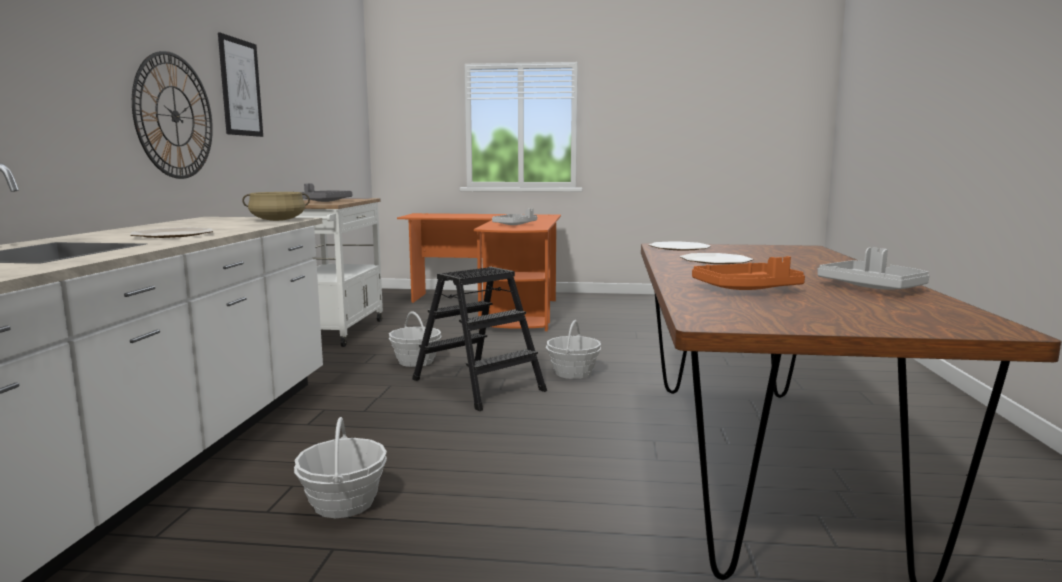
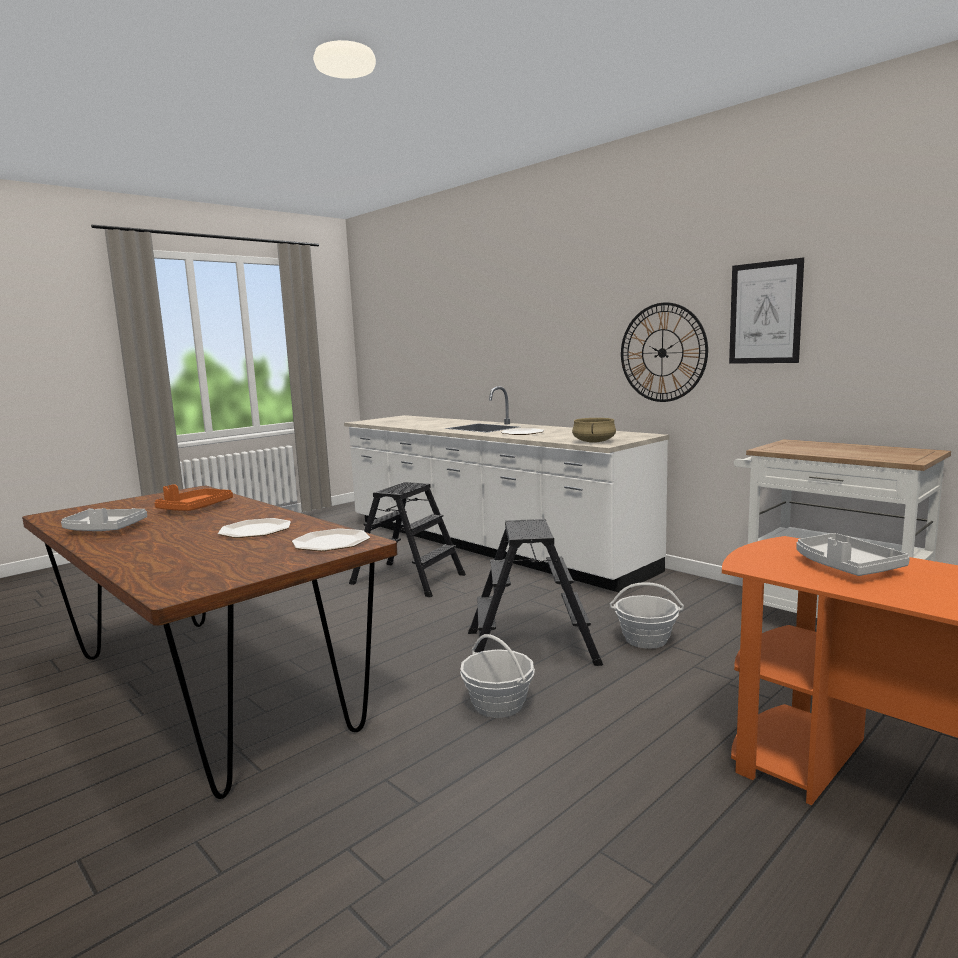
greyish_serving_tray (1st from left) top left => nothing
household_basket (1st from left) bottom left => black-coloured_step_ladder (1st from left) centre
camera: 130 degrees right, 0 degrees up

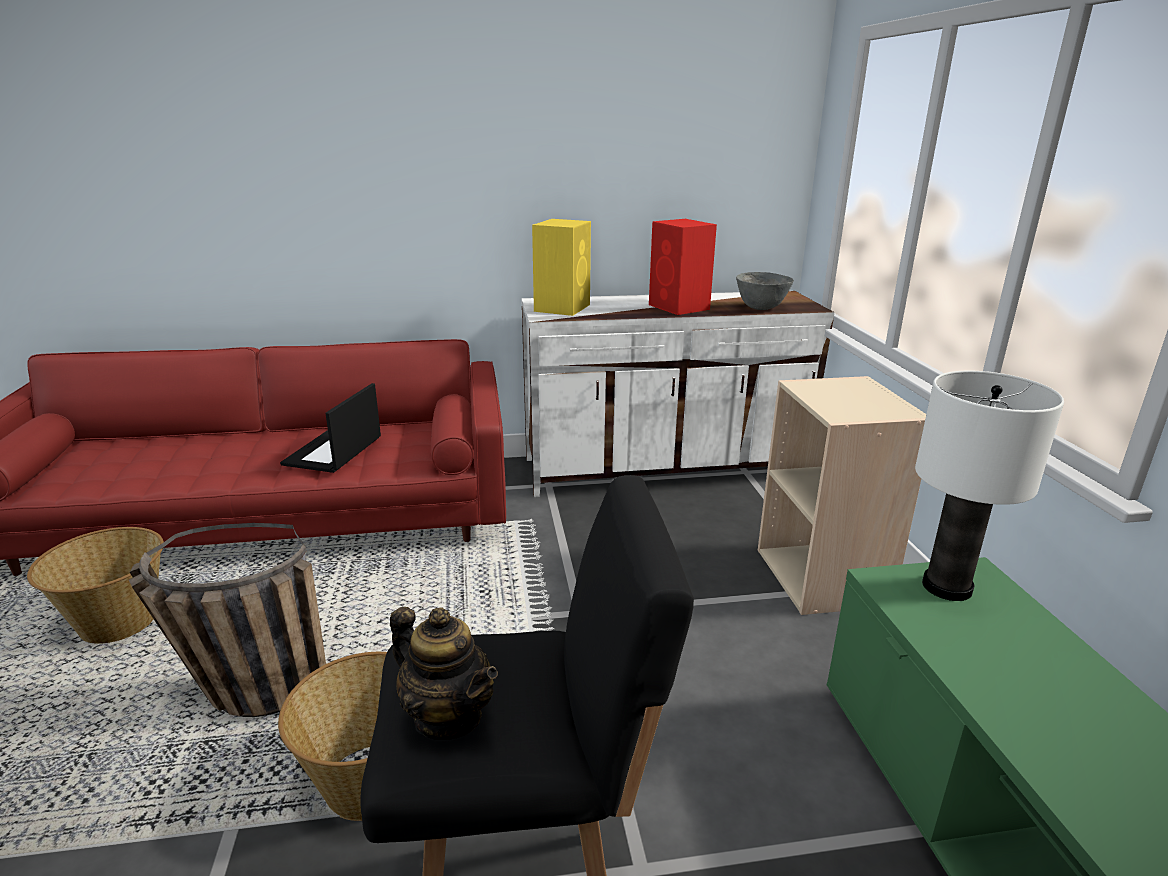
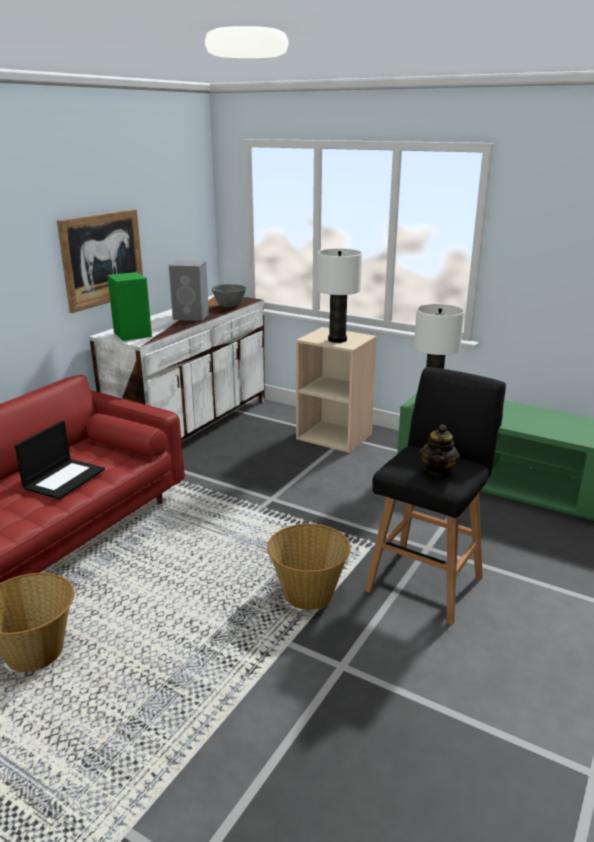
household_basket (2nd from left) bottom left => nothing
nothing => wall_art top left
nothing => white-coloured_tabletop_lamp (1st from left) centre
yellowish_audio_speaker top centre => green_audio_speaker middle left
red-coloured_audio_speaker top centre => greyish_audio_speaker middle left
laptop middle left, 120 degrees counterclockwise
pot_for_tea bottom centre => pot_for_tea middle right, 120 degrees clockwise
camera: 50 degrees left, 0 degrees up

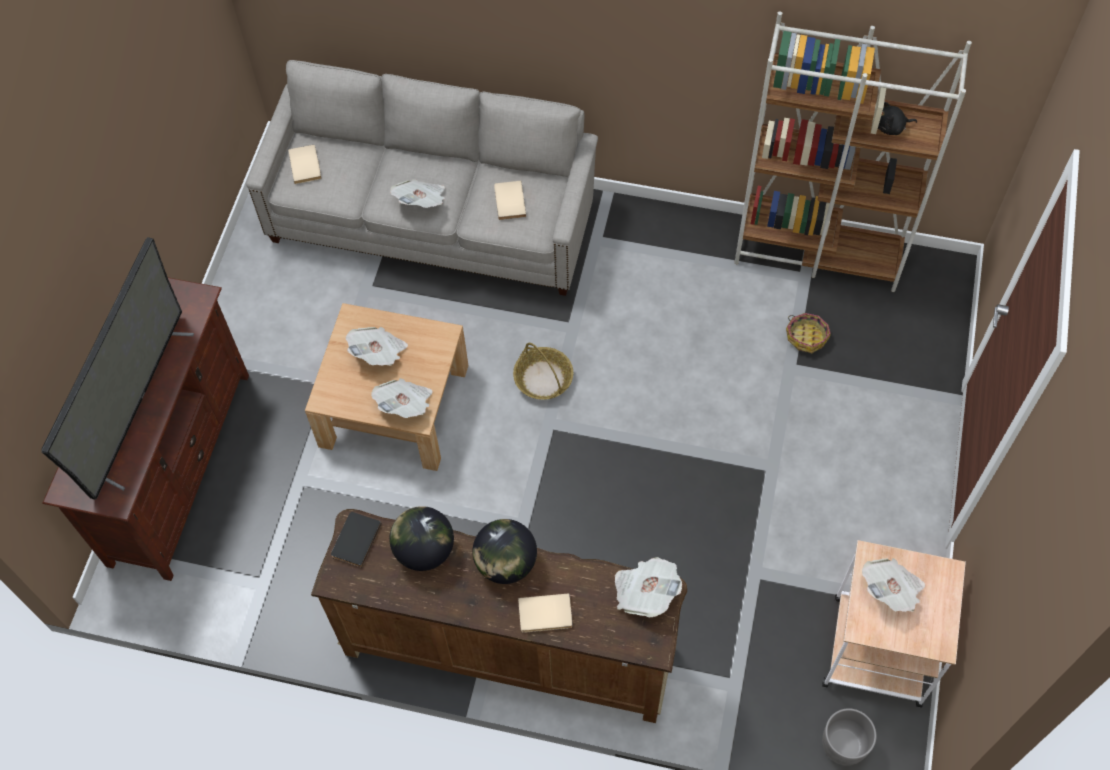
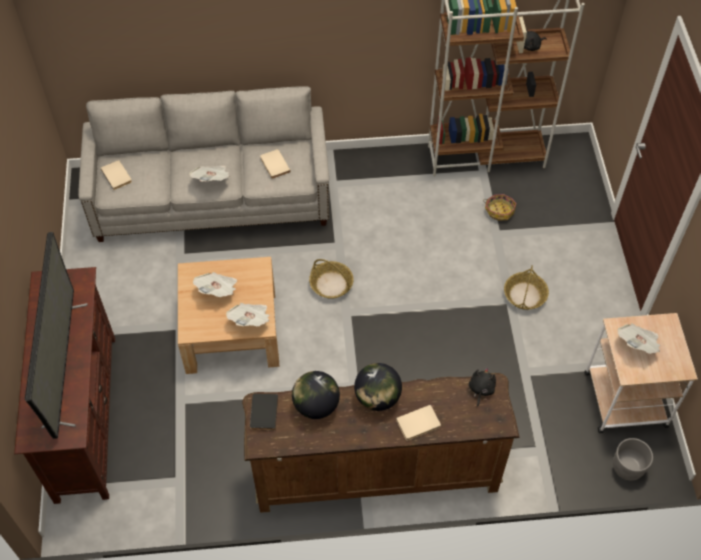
nothing => household_basket (3rd from left) middle right
daily_paper (4th from left) bottom centre => black-coloured_plush_toy (1st from left) bottom right
camera: 20 degrees left, 5 degrees down

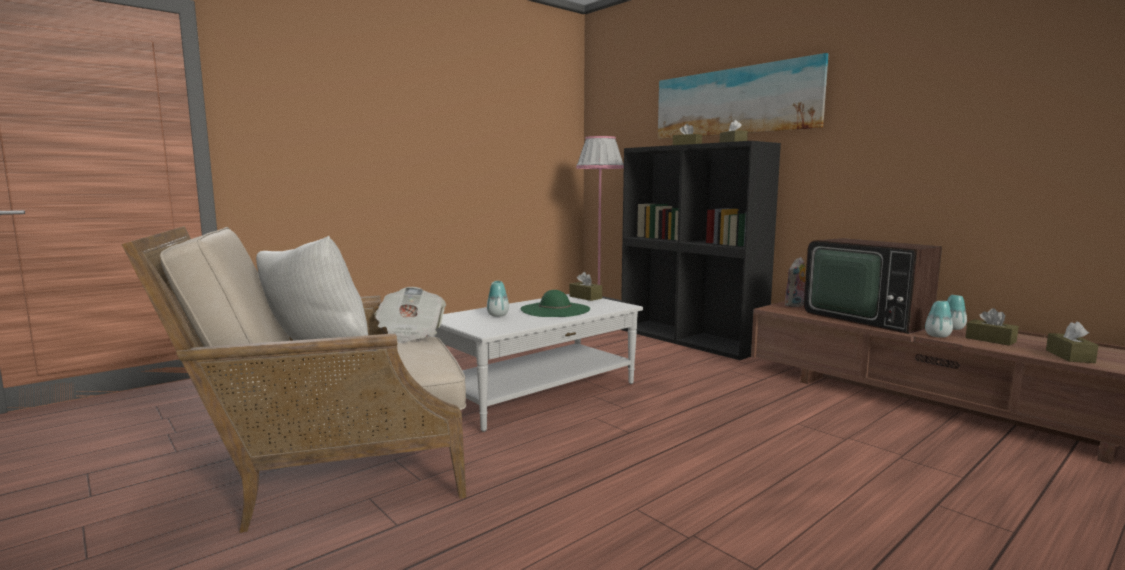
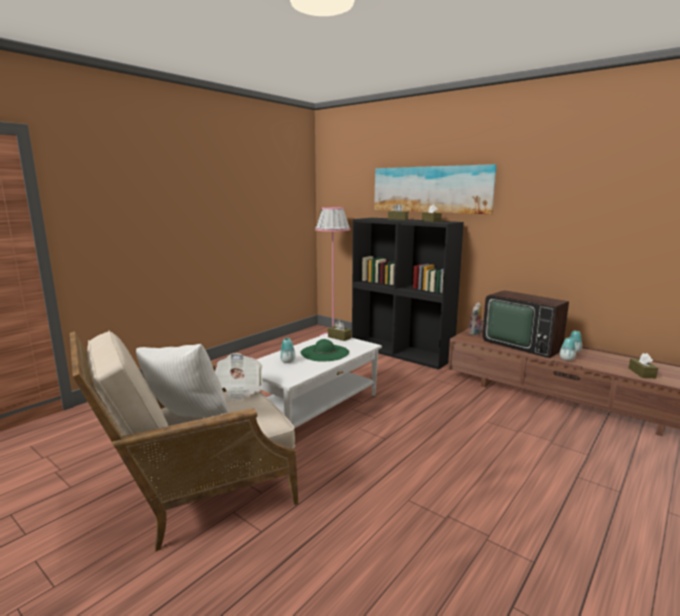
brown_tissue_box (4th from left) middle right => nothing
camera: 10 degrees left, 5 degrees up

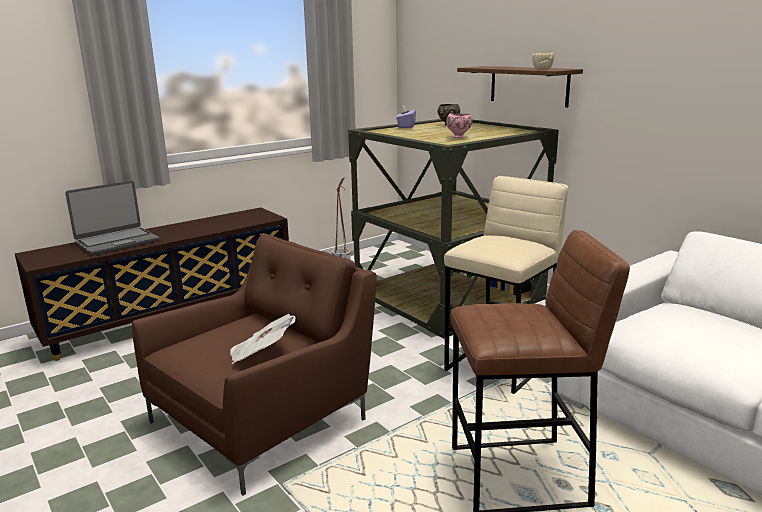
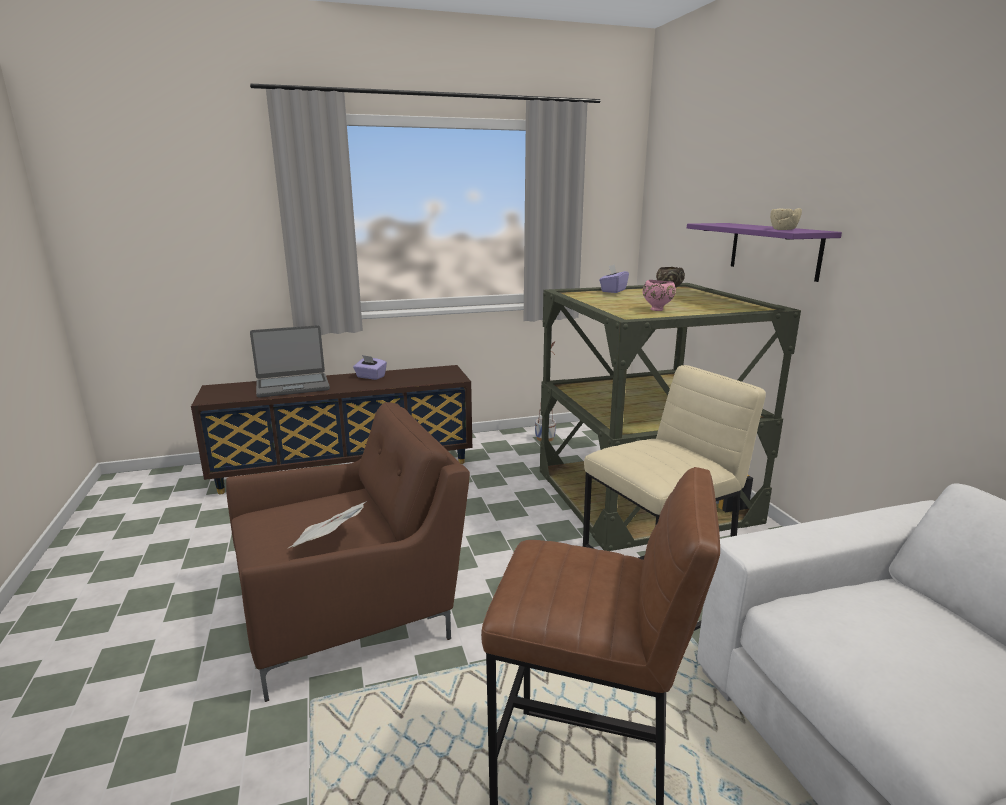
nothing => purple-coloured_tissue_box (1st from left) centre
brown_bracket_shelf top right => purple-coloured_bracket_shelf top right
camera: 20 degrees right, 0 degrees up

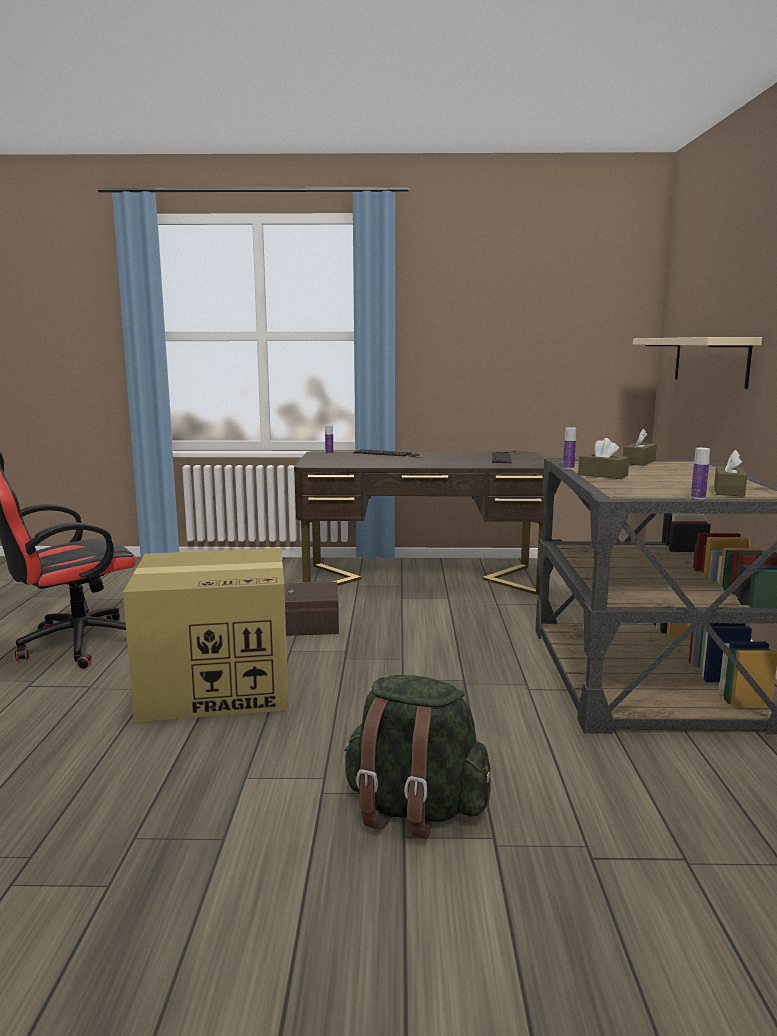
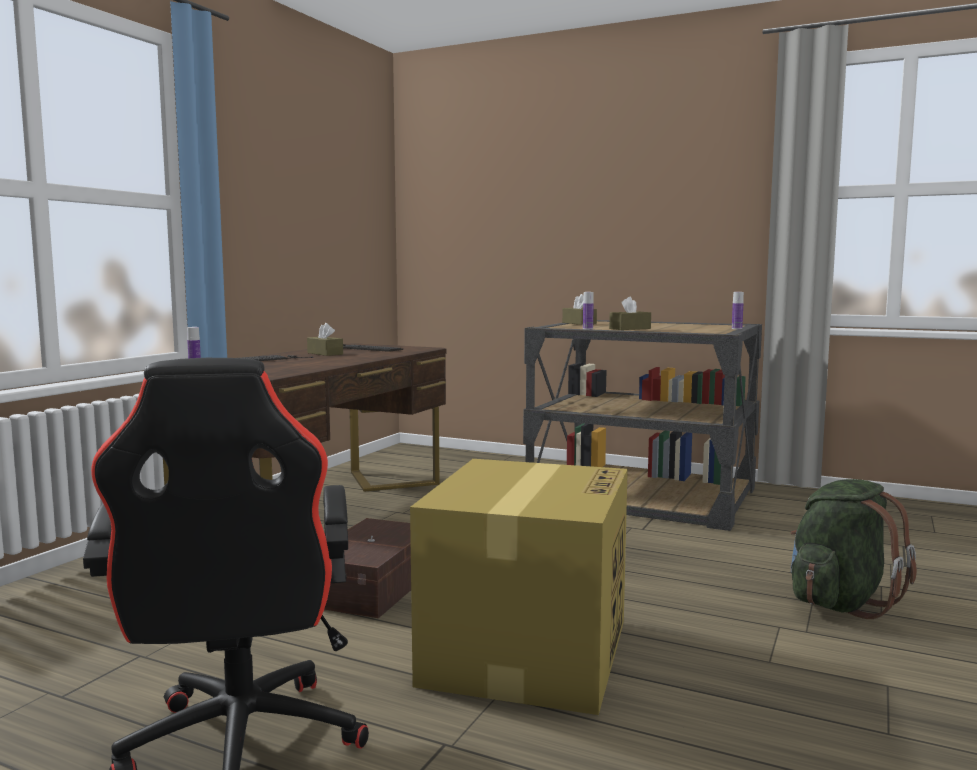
sand-coloured_bracket_shelf middle right => nothing
brown_tissue_box (3rd from left in the first image) middle right => brown_tissue_box (1st from left) middle left, move
camera: 65 degrees left, 5 degrees down

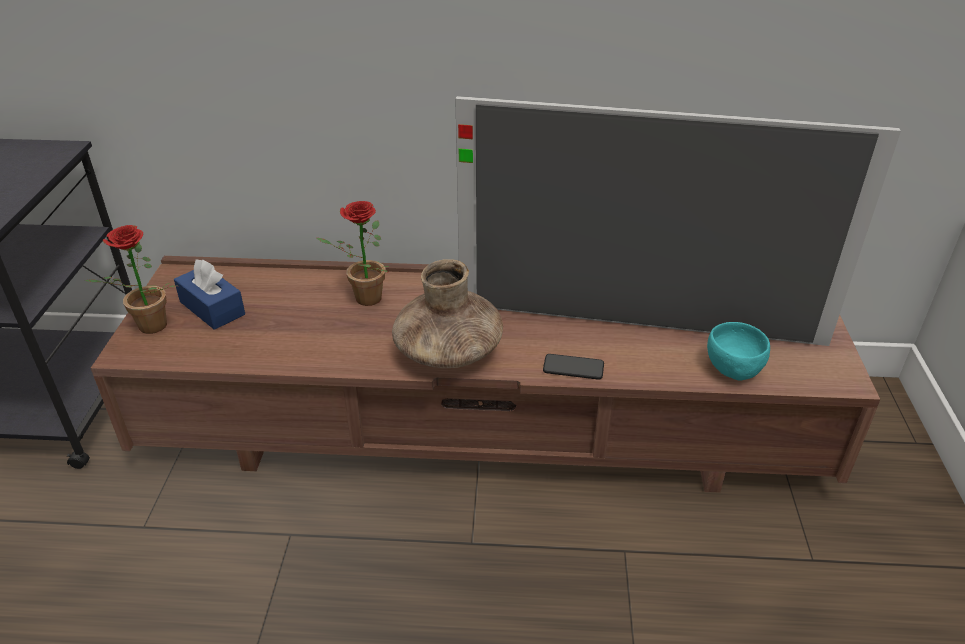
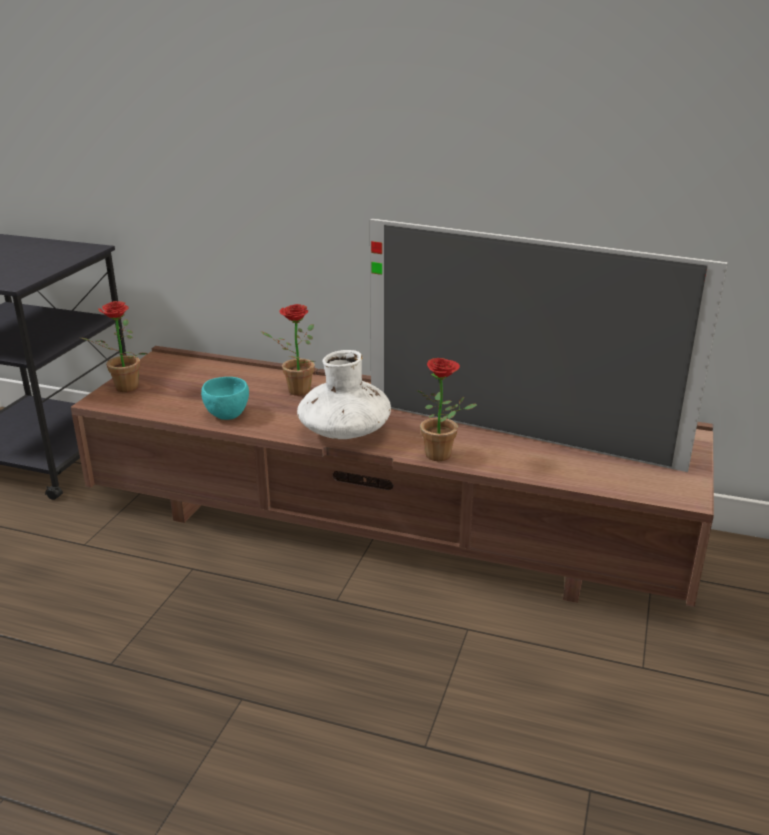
bluish_tissue_box middle left => nothing
blue-green_bowl middle right => blue-green_bowl middle left, move
phone centre => potted_plant (3rd from left) centre
brown_vase centre => white-coloured_vase centre
camera: 15 degrees right, 10 degrees down

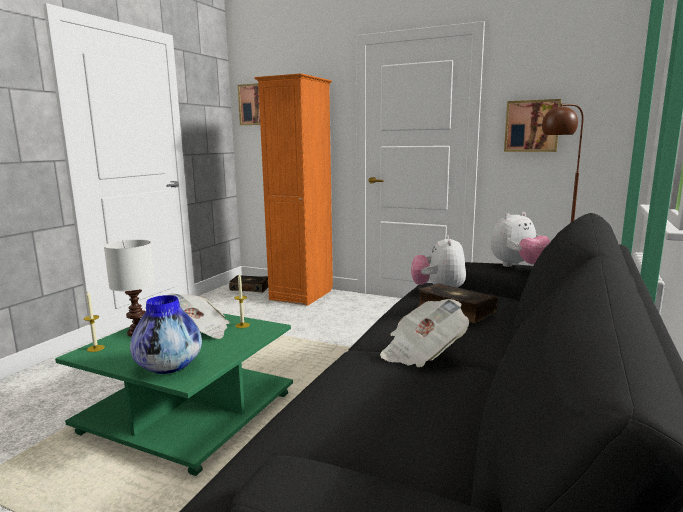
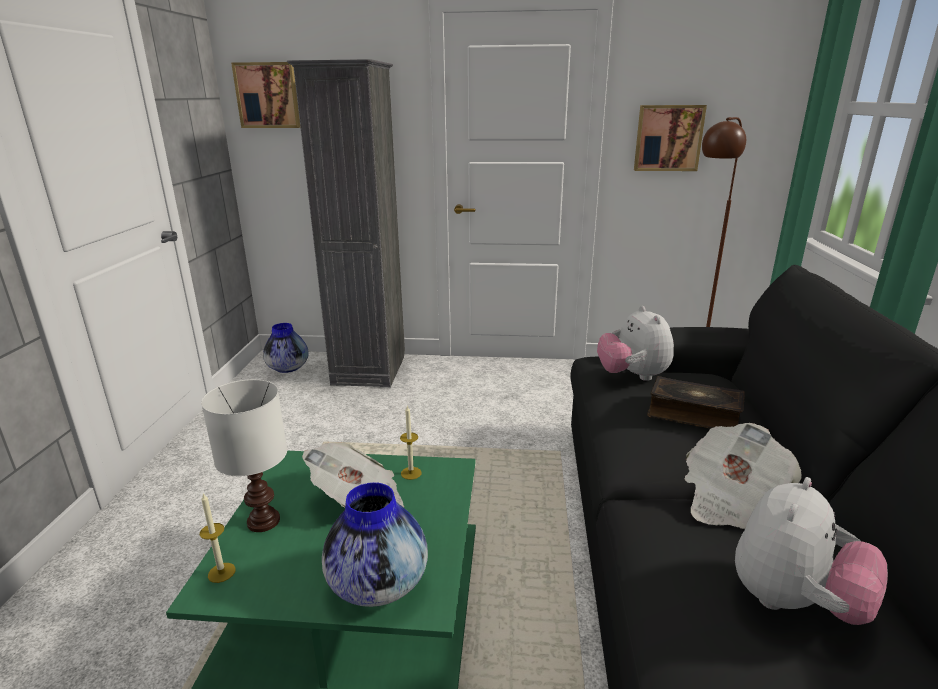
plush_toy (2nd from left) middle right => plush_toy (2nd from left) bottom right, move
bound_book (1st from left) centre => vase (1st from left) middle left
orangey_storage_cabinet centre => greyish_storage_cabinet top centre
camera: 20 degrees left, 10 degrees up

